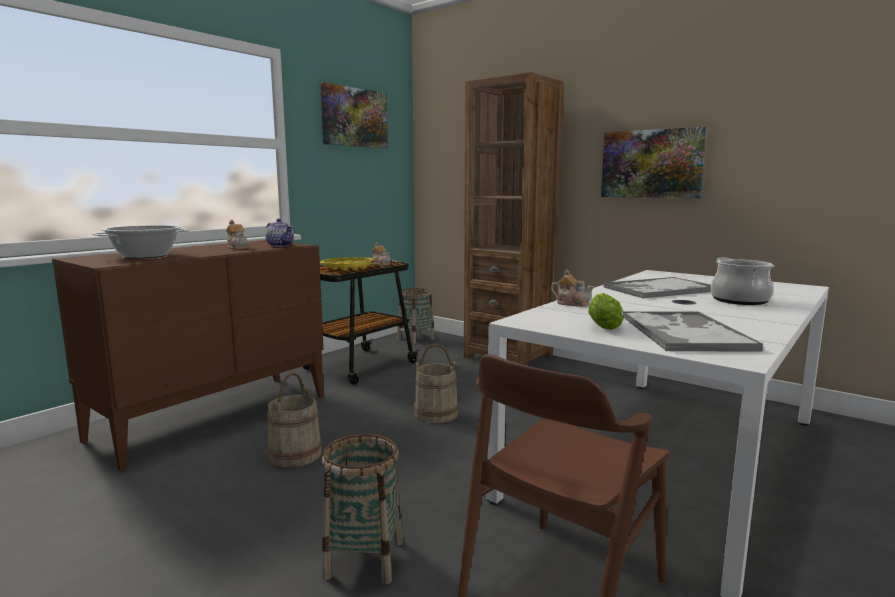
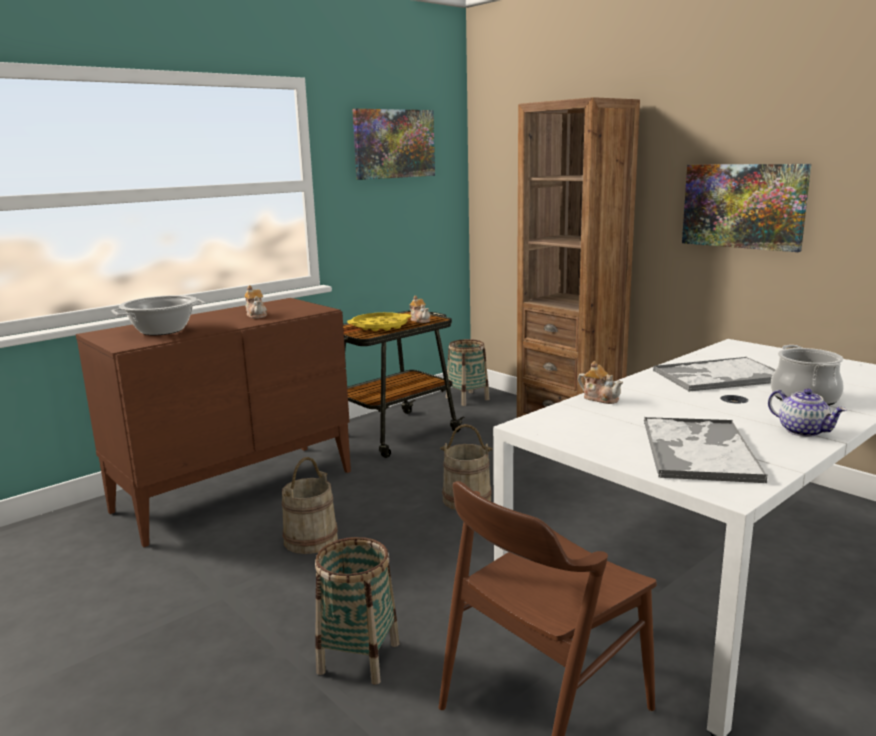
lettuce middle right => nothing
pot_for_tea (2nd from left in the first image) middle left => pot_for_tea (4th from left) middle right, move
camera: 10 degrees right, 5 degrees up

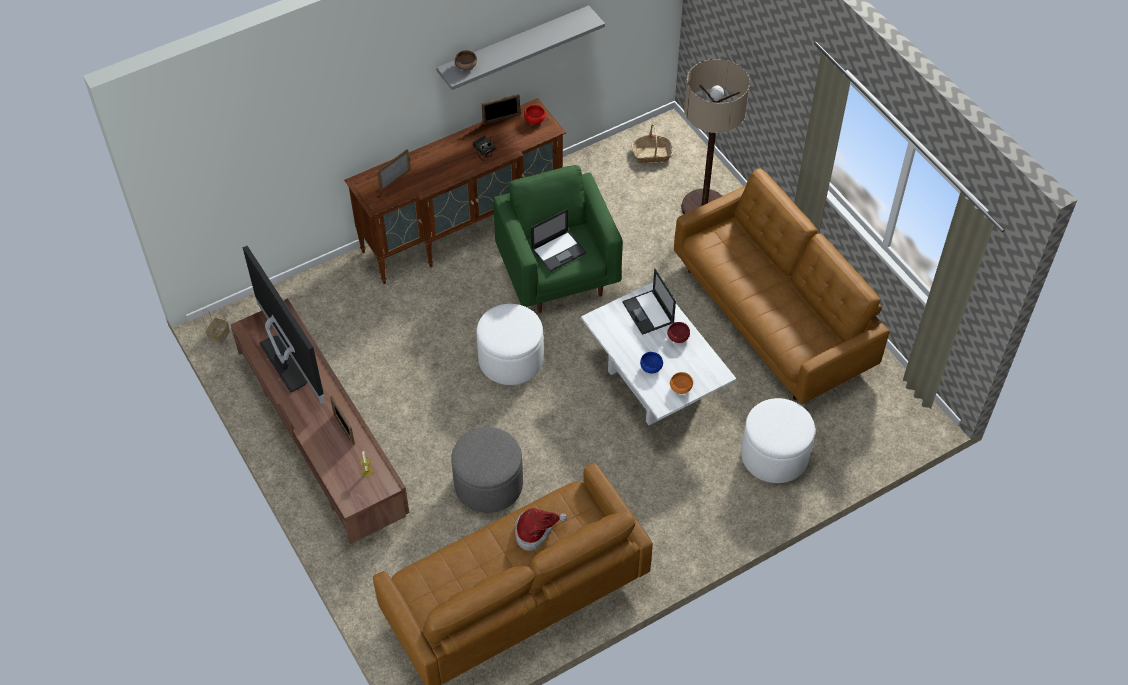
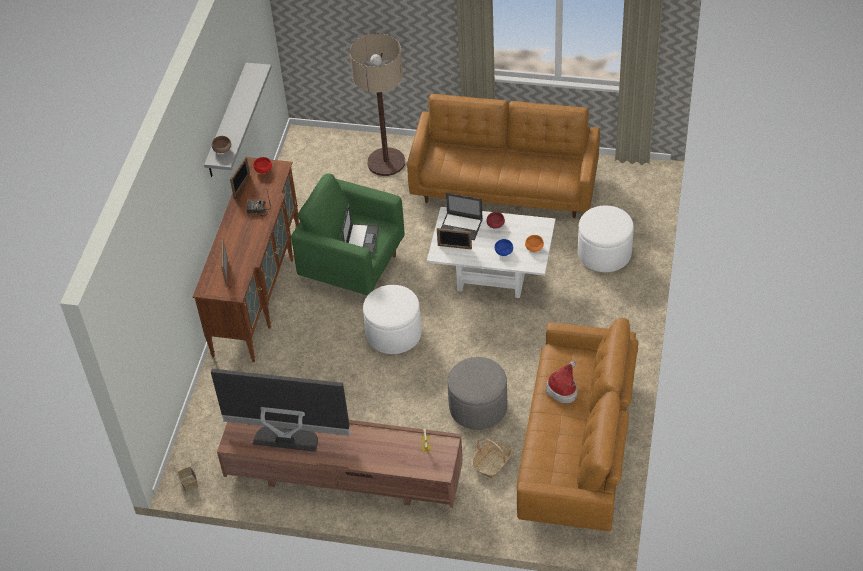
standing_frame (1st from left in the first image) middle left => standing_frame (3rd from left) centre, move
household_basket (2nd from left) top centre => household_basket (2nd from left) bottom centre, move
camera: 45 degrees left, 5 degrees down

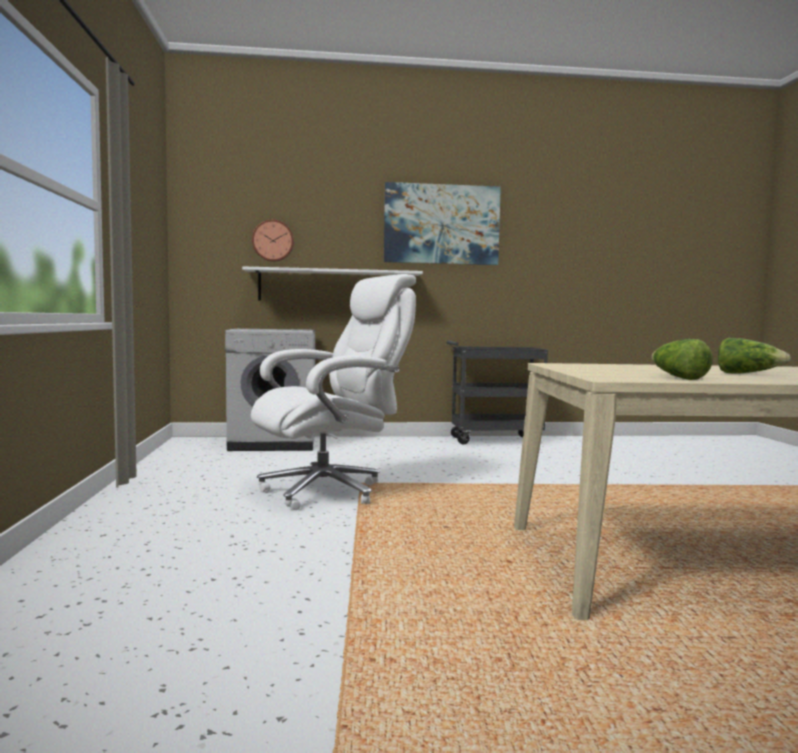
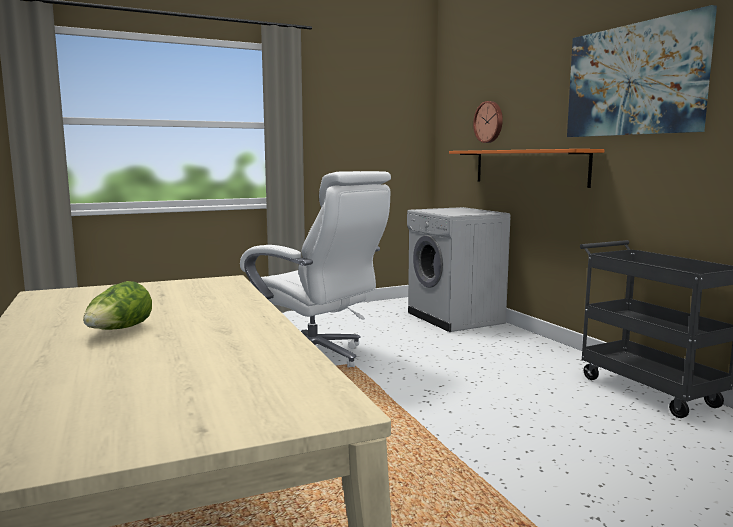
lettuce (1st from left) middle right => nothing
white-coloured_bracket_shelf centre => orangey_bracket_shelf top right
camera: 70 degrees right, 5 degrees up

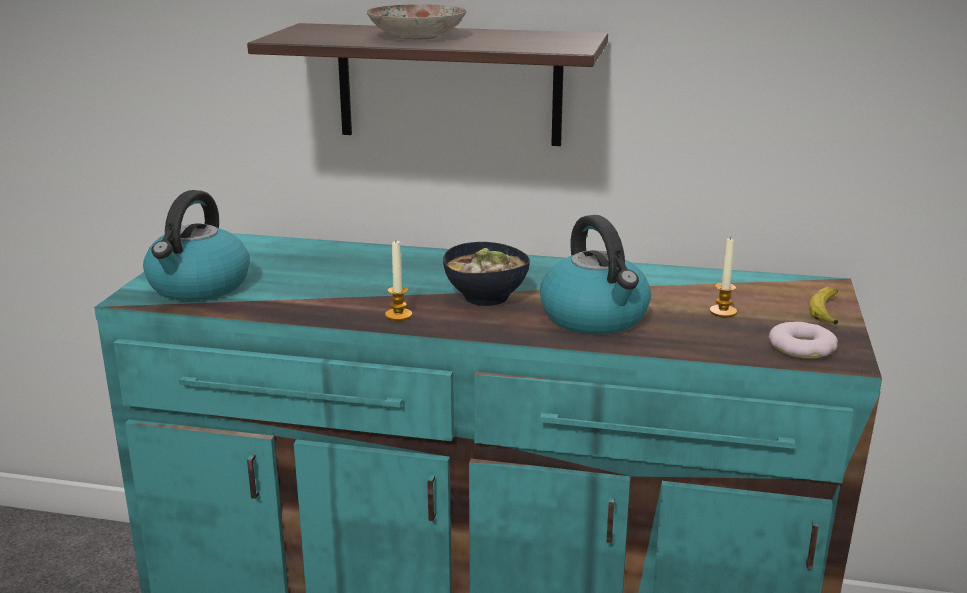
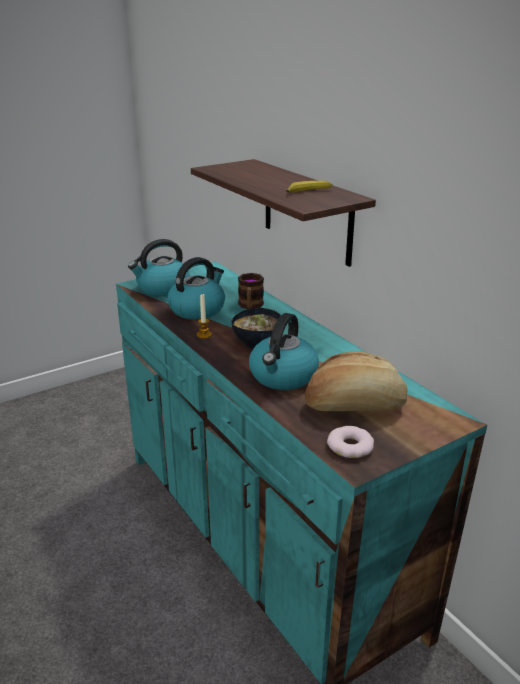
plate top centre => nothing
nothing => tea_kettle (2nd from left) centre
nothing => tea_mug centre
whole_banana middle right => whole_banana top centre, move
wax_light (2nd from left) middle right => bakery_bread middle right
camera: 45 degrees right, 5 degrees up

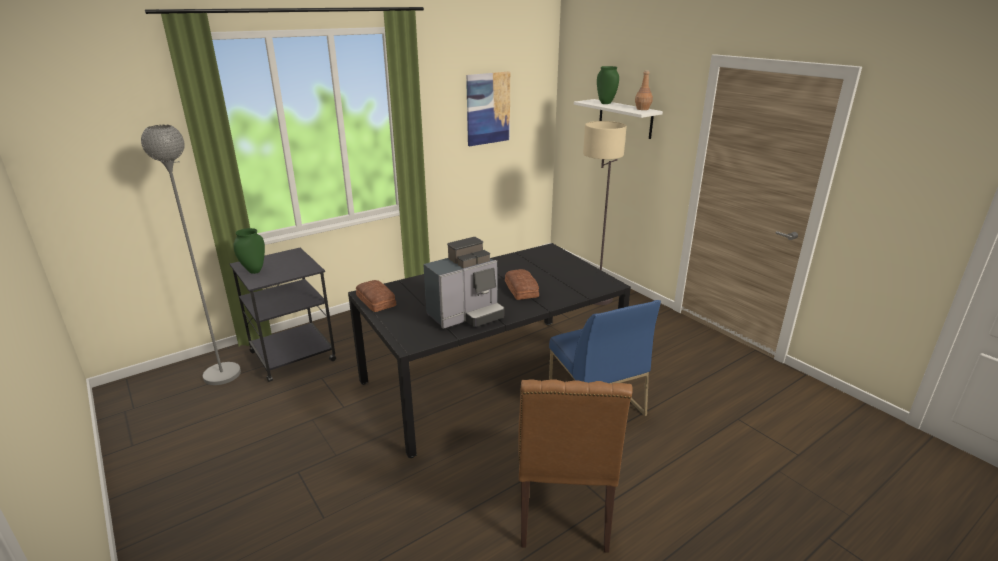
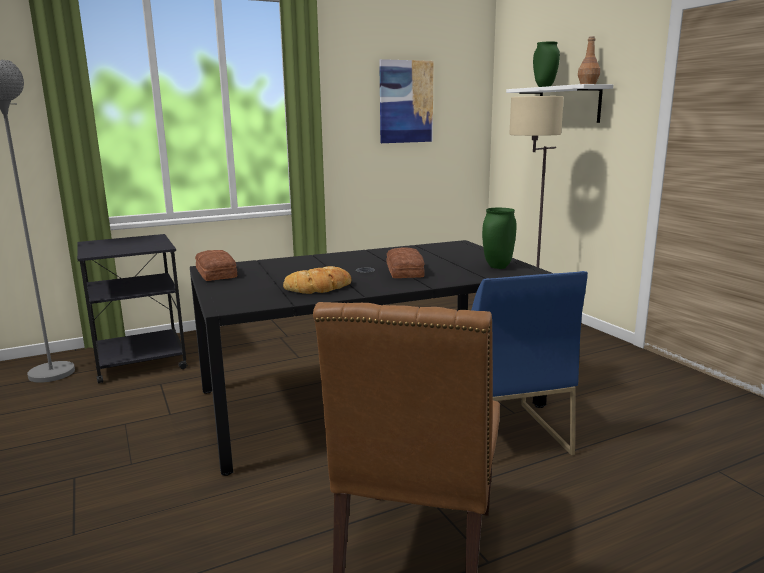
green_vase (1st from left) middle left => green_vase (1st from left) centre, move
coffee_machine centre => bakery_bread (2nd from left) centre
camera: 10 degrees right, 10 degrees down

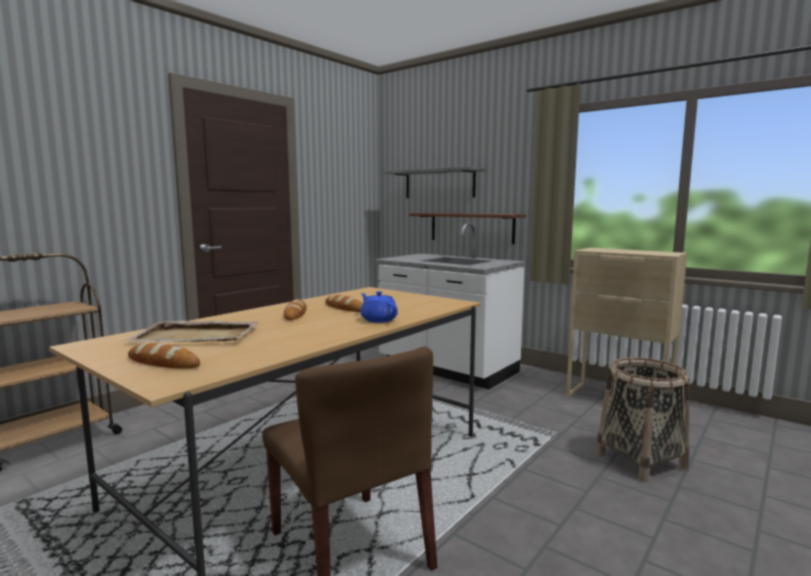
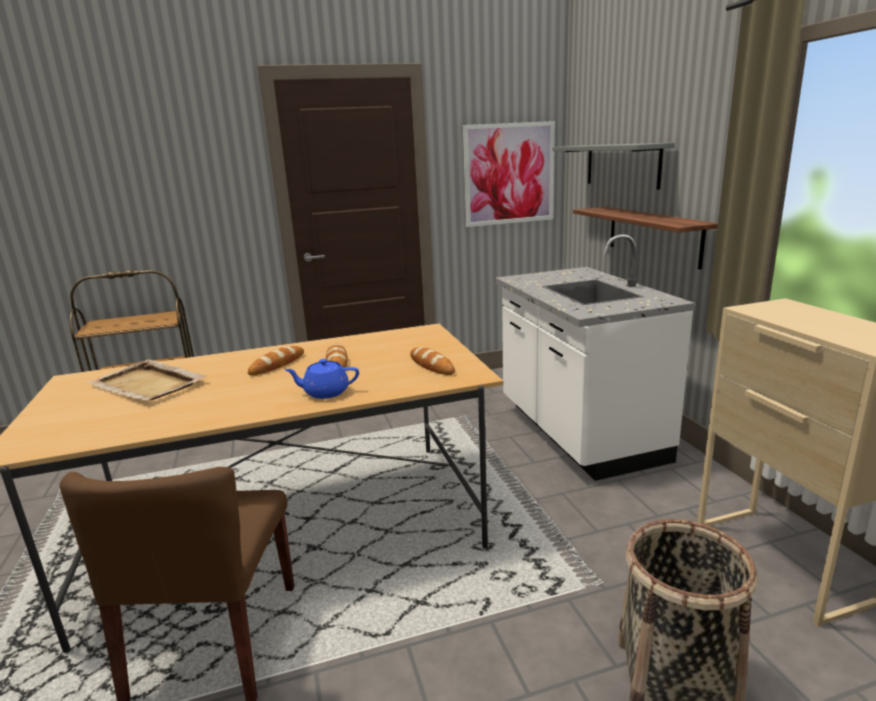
nothing => wall_art top centre
bakery_bread (1st from left in the first image) middle left => bakery_bread (3rd from left) centre, move
bluish_pot_for_tea centre, 90 degrees counterclockwise
camera: 35 degrees right, 10 degrees up

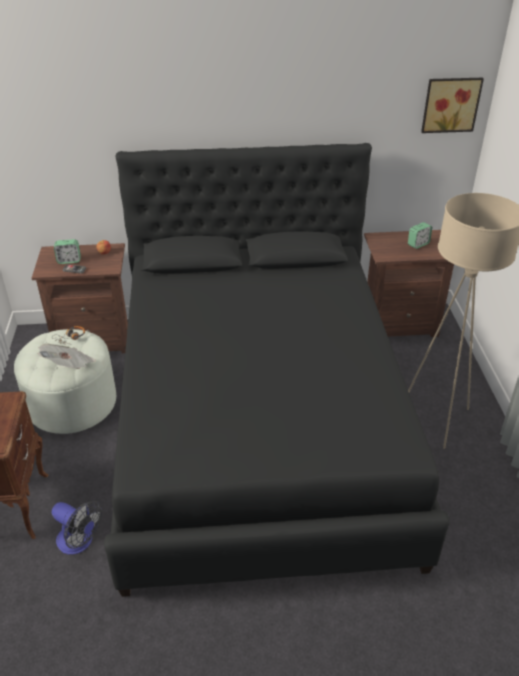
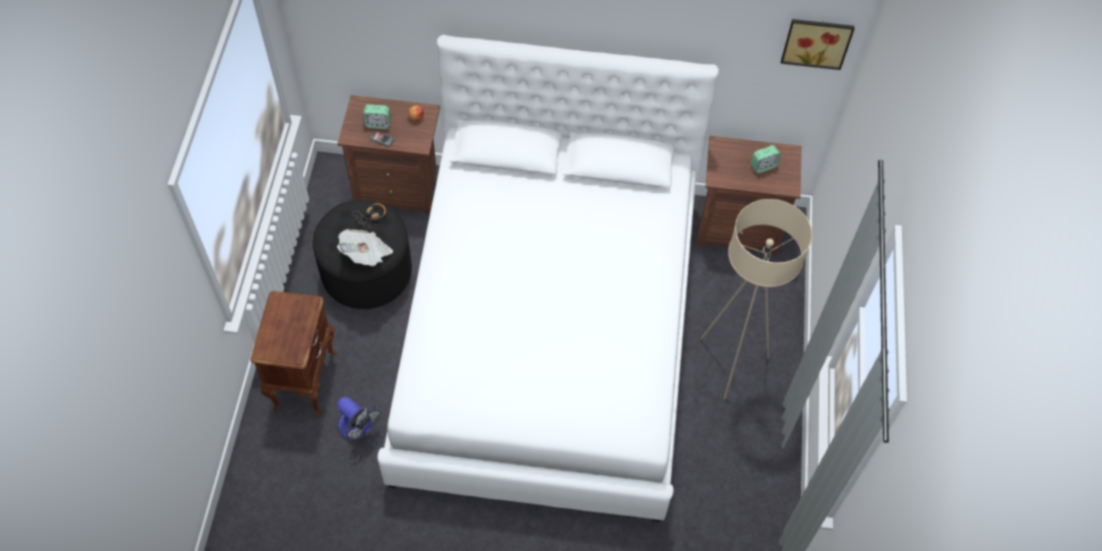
white-coloured_ottoman middle left => black-coloured_ottoman middle left
black-coloured_bed centre => white-coloured_bed centre
camera: 10 degrees right, 20 degrees up

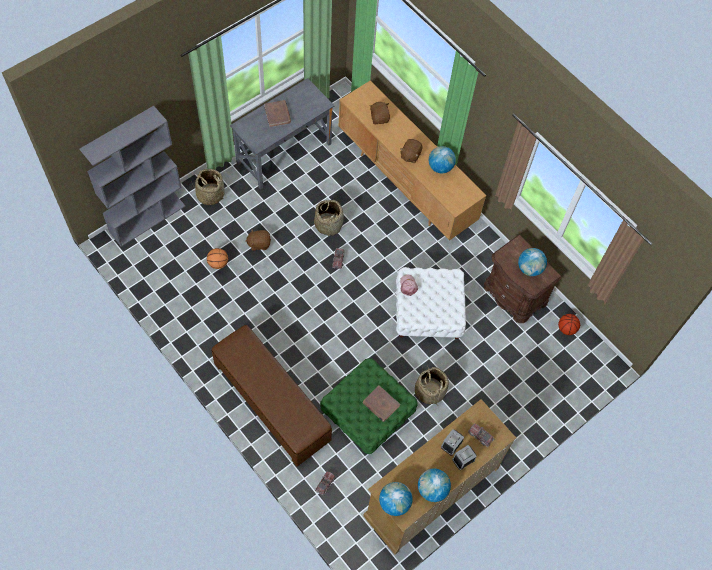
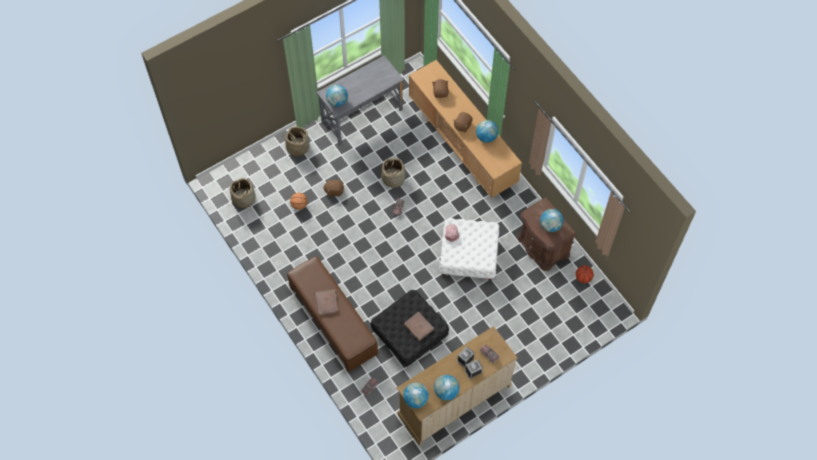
greyish_shelving_unit top left => nothing
nothing => desk_globe (1st from left) top centre
brown_bound_book (1st from left) top centre => brown_bound_book (1st from left) centre, move
household_basket (3rd from left in the first image) bottom centre => household_basket (1st from left) middle left, move
green_ottoman bottom centre => black-coloured_ottoman bottom centre
camera: 10 degrees right, 0 degrees up

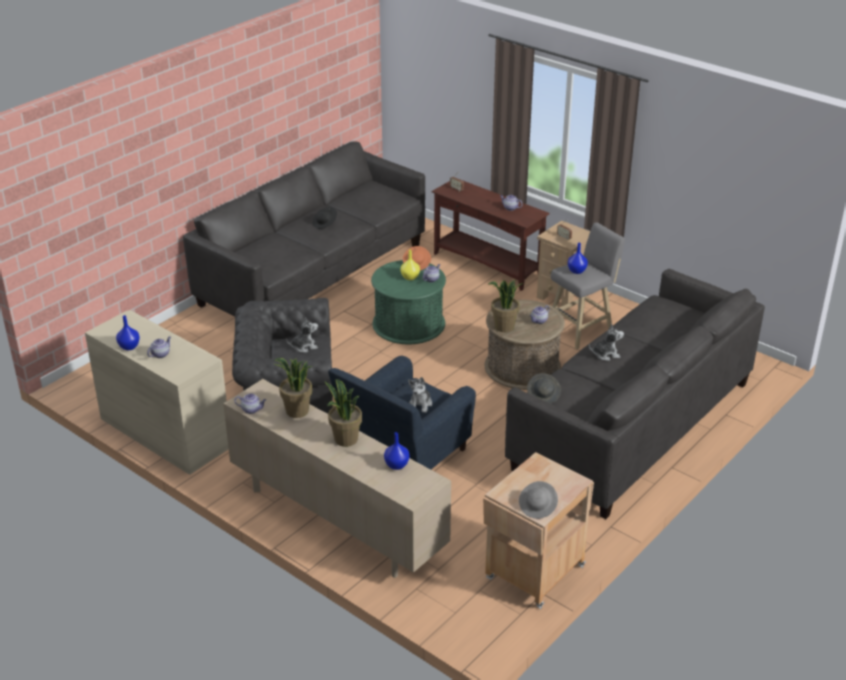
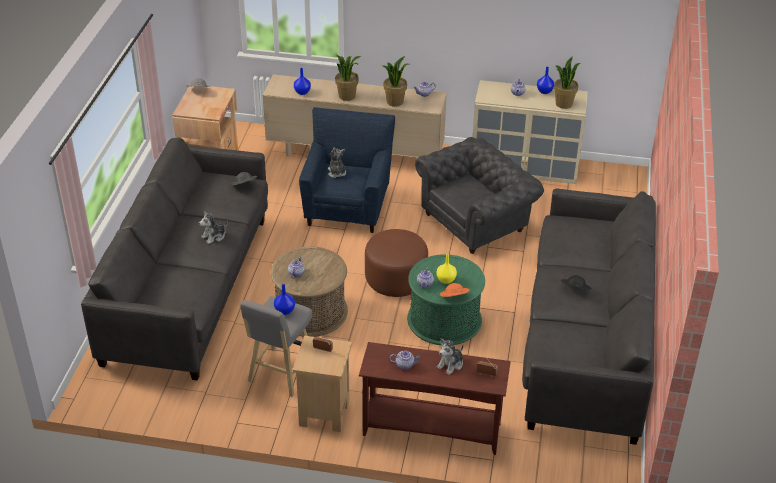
nothing => brown_ottoman centre
plush_toy (1st from left in the first image) centre => plush_toy (3rd from left) bottom centre, move
potted_plant (3rd from left) centre => potted_plant (3rd from left) top right, move
camera: 150 degrees right, 5 degrees up

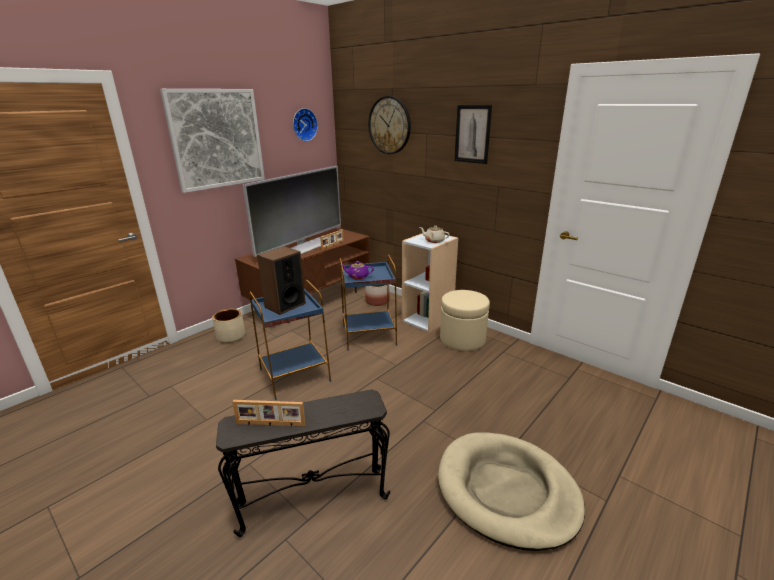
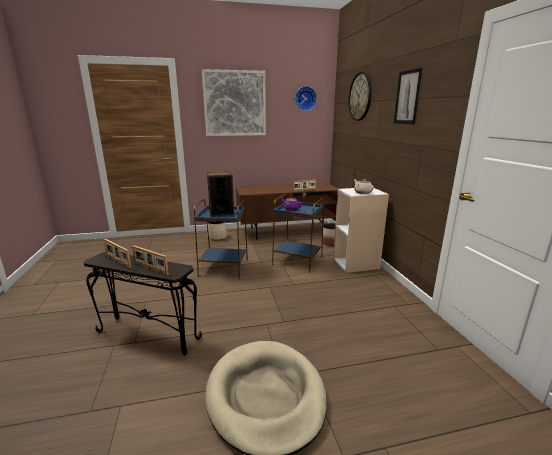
television centre => nothing
sand-coloured_ottoman centre => nothing
nothing => standing_frame (2nd from left) middle left
camera: 35 degrees right, 5 degrees down

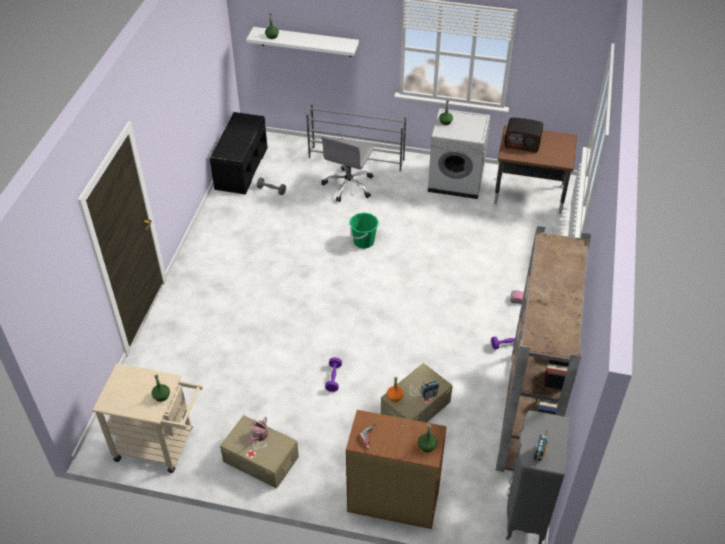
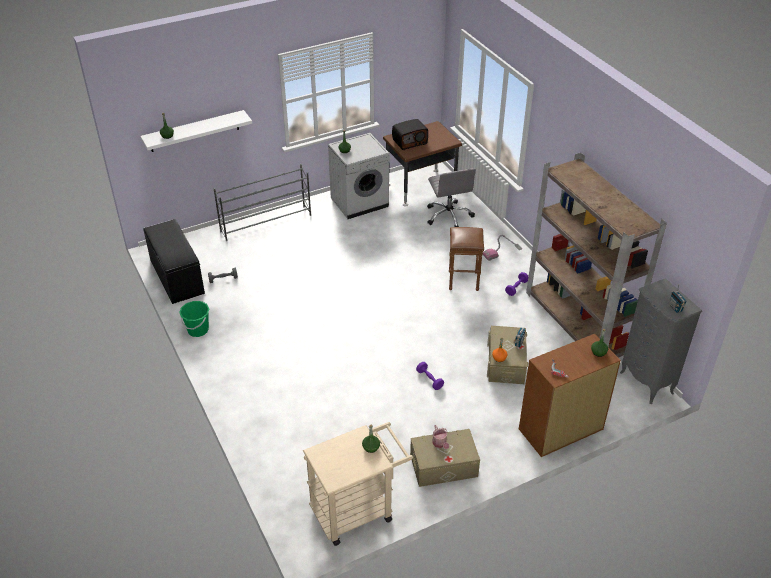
nothing => brown_sitting_stool centre
greyish_office_chair top centre => greyish_office_chair centre, move
green_water_bucket centre => green_water_bucket middle left, move
camera: 40 degrees left, 5 degrees down

